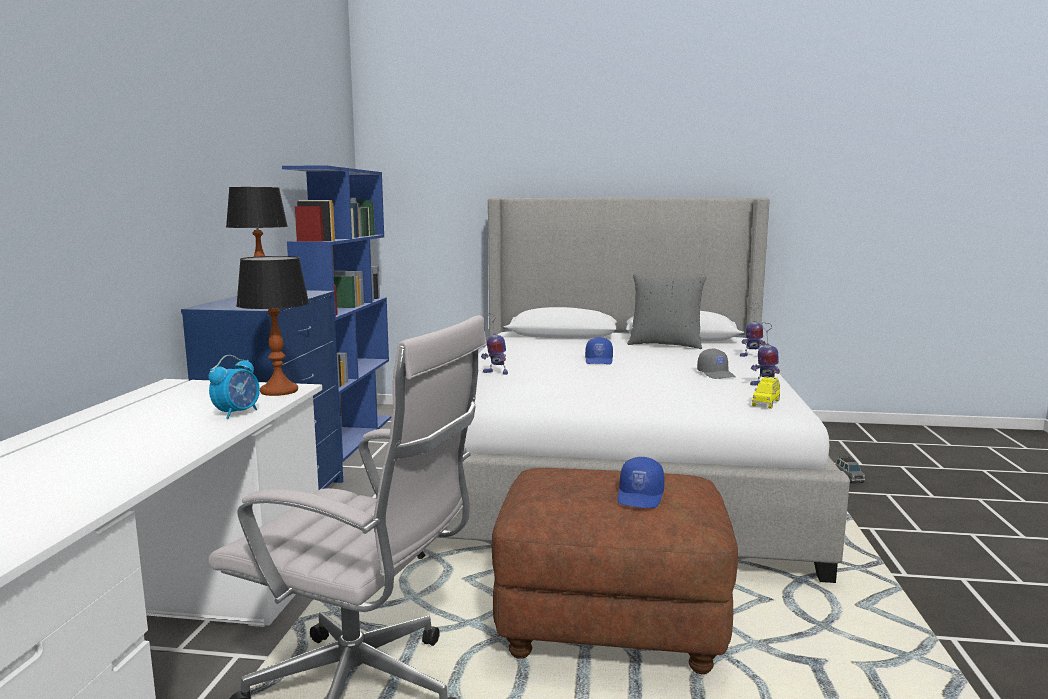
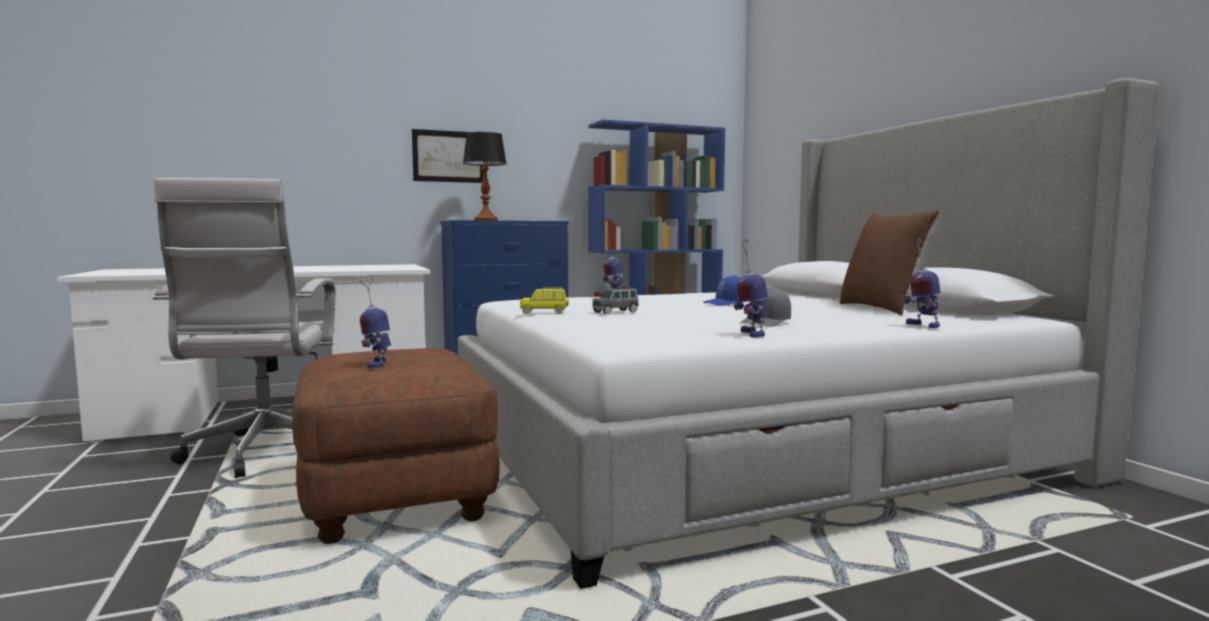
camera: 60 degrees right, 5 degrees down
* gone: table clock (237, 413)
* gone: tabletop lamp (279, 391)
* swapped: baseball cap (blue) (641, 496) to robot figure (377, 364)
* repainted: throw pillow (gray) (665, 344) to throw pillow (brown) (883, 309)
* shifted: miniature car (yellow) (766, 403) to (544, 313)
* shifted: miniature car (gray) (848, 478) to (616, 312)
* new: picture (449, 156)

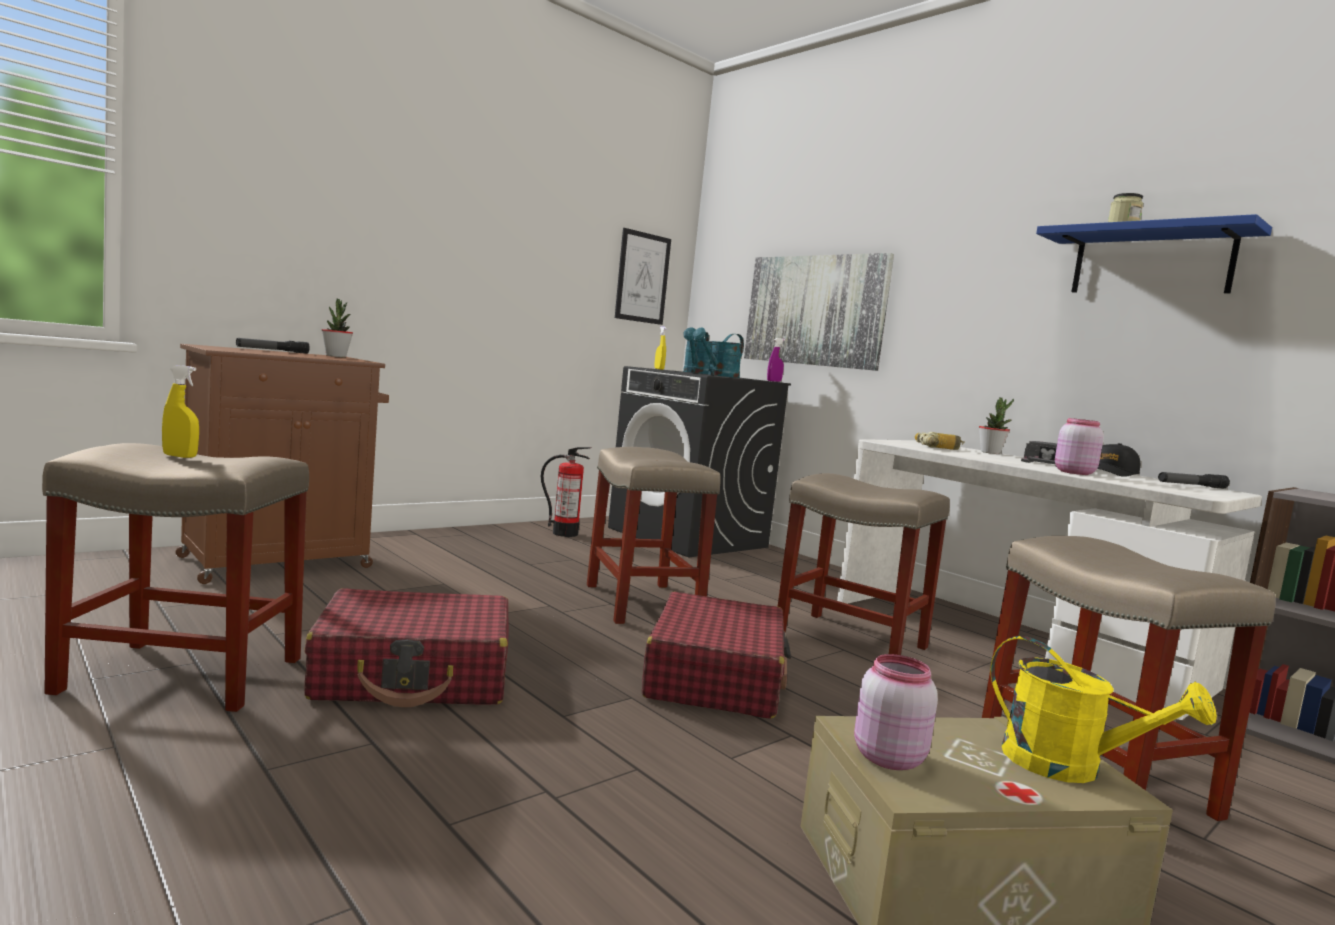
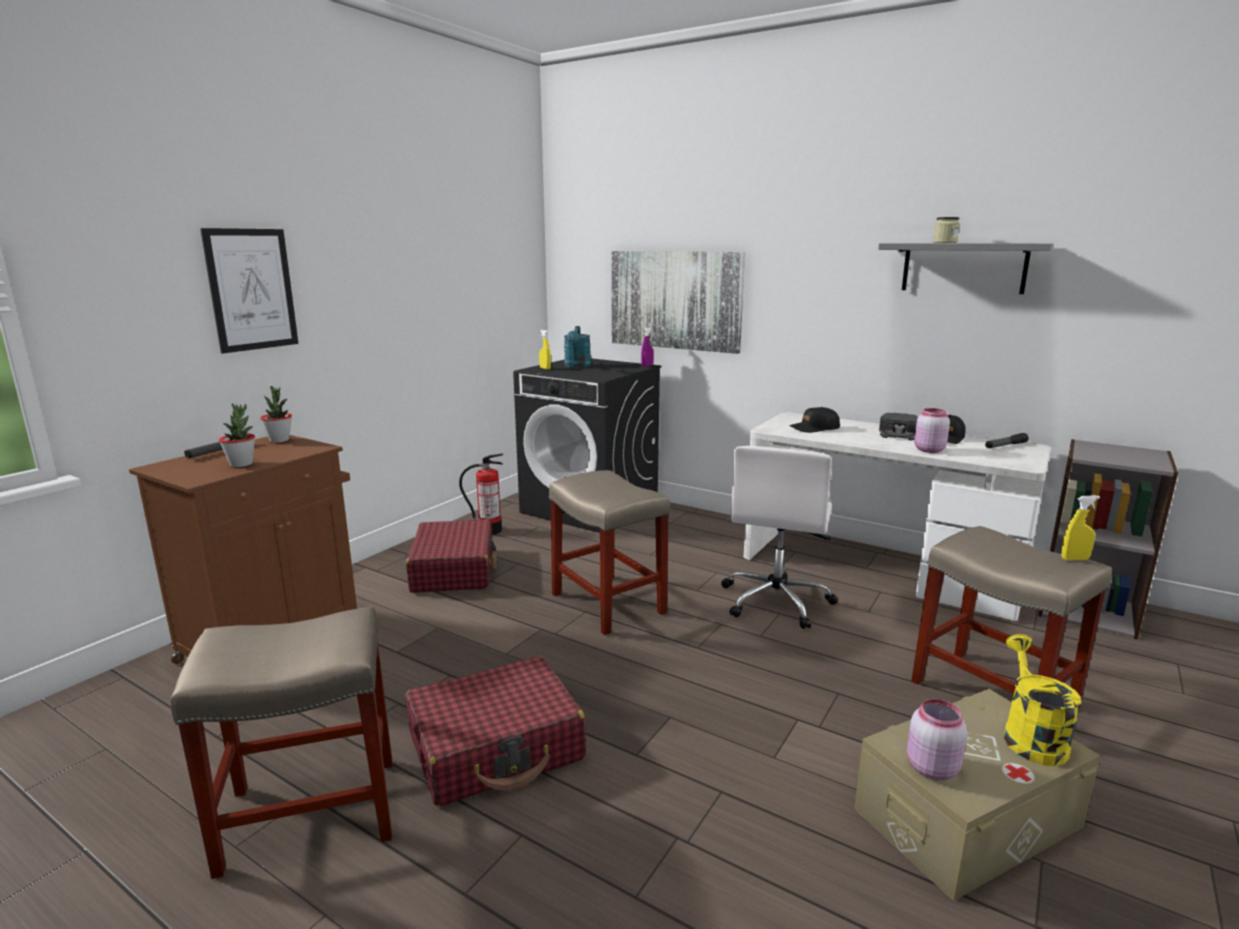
camera: 15 degrees left, 10 degrees up
* shifted: sprayer (yellow) (180, 456) to (1074, 559)
* shifted: picture (642, 277) to (252, 289)
* shifted: piece of luggage (reddish) (715, 677) to (454, 570)
* gone: sprinkling can (turquoise-coloured) (719, 375)
* swapped: sitting stool (beige) (848, 640) to office chair (white-coloured) (776, 601)
* swapped: electric drill (940, 448) to baseball cap (blackish) (814, 428)
* shifted: potted plant (990, 452) to (241, 464)
* rotated: sprinkling can (yellow) (1069, 767) = (1030, 736) 105 degrees counterclockwise
* repainted: wall shelf (blue) (1151, 262) to wall shelf (gray) (963, 267)

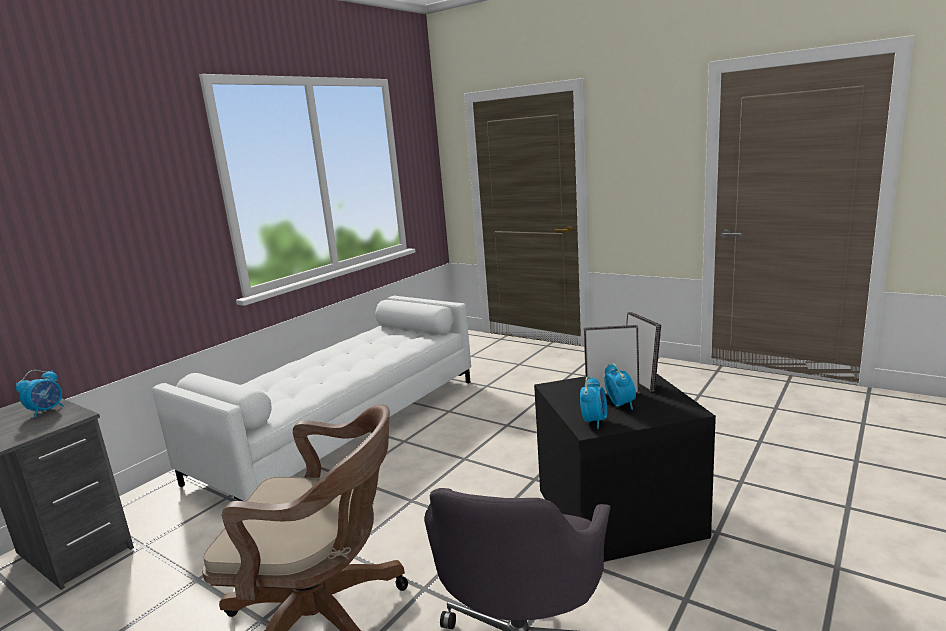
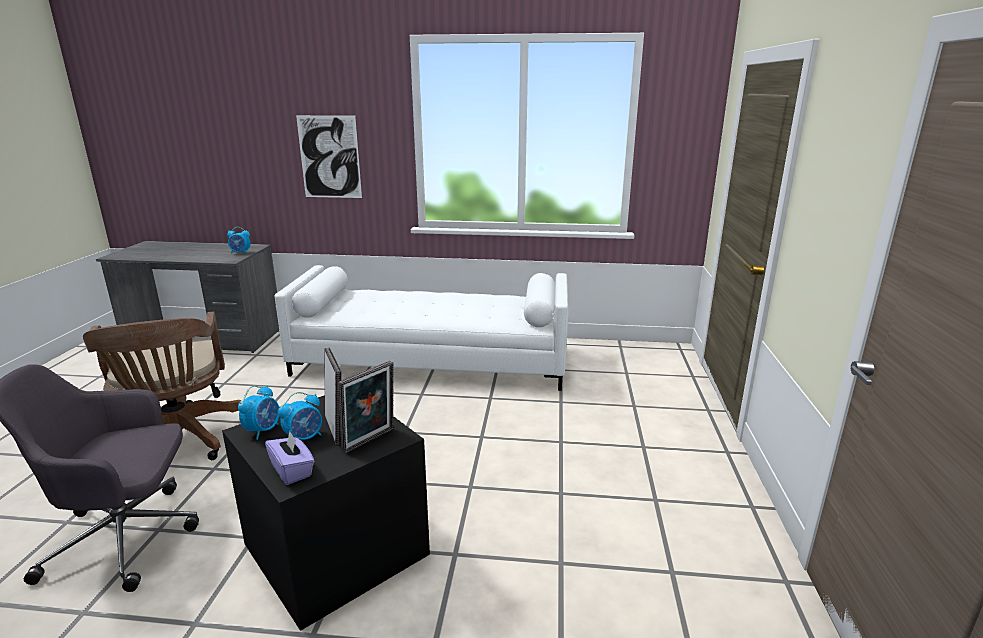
camera: 60 degrees right, 5 degrees up
* rotated: table clock (594, 421) = (263, 430) 60 degrees counterclockwise
* new: box of tissues (purple-coloured) (292, 471)
* new: picture (329, 157)

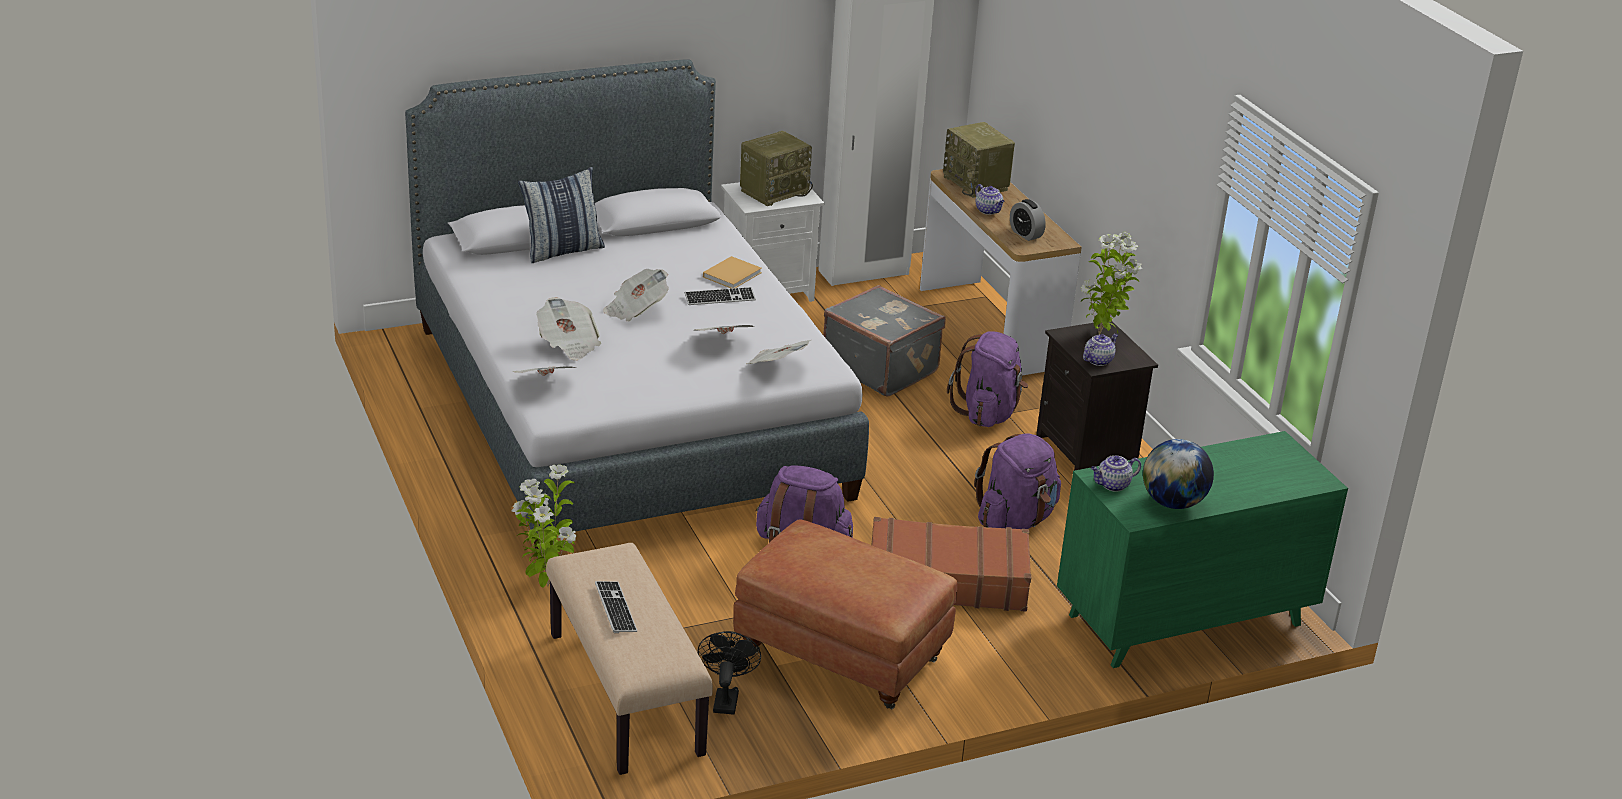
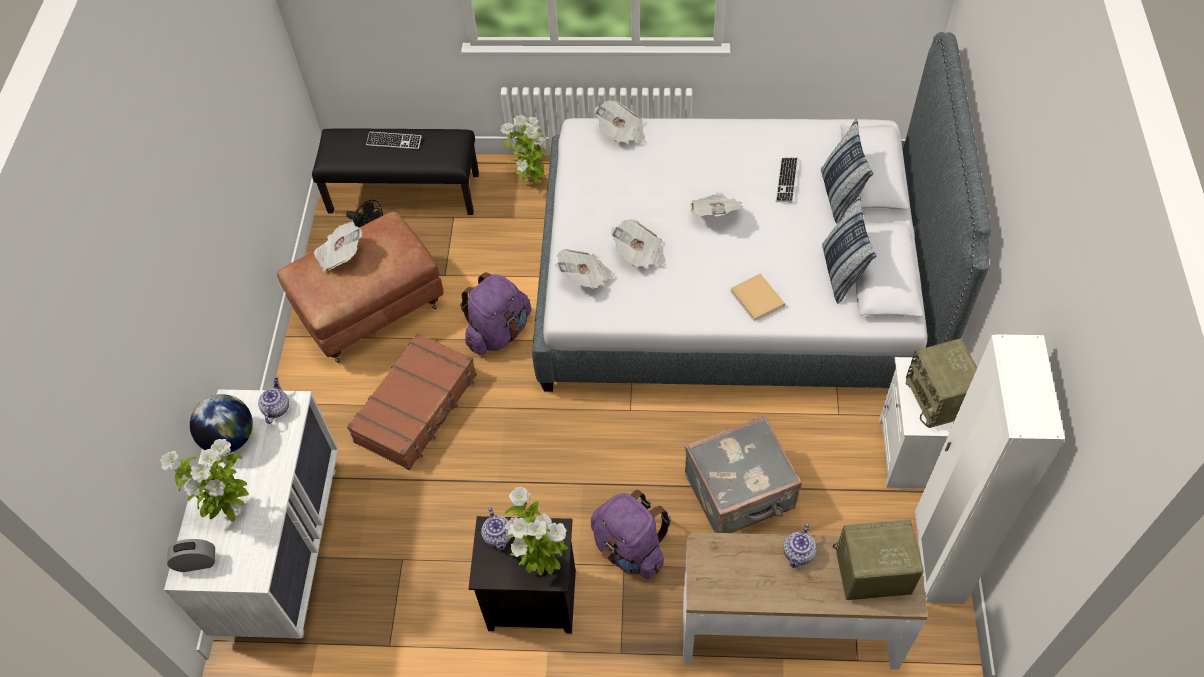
camera: 120 degrees right, 25 degrees up
* shifted: daily paper (568, 344) to (340, 255)
* repainted: bench (beige) (623, 693) to bench (blackish) (405, 193)
* shifted: PC keyboard (720, 298) to (786, 181)
* gone: knapsack (purple-coloured) (1015, 520)
* rotated: tea pot (989, 211) = (798, 554) 60 degrees counterclockwise
* shifted: table clock (1025, 234) to (197, 562)
* repainted: drawer chest (green-coloured) (1183, 621) to drawer chest (white-coloured) (283, 548)
* new: potted plant (231, 510)
* new: throw pillow (841, 272)

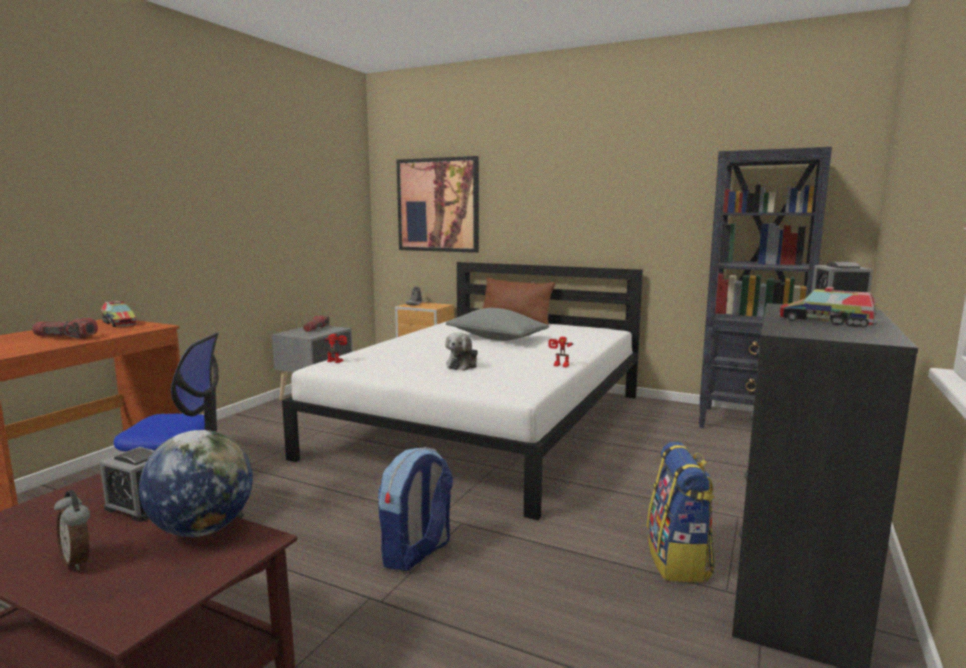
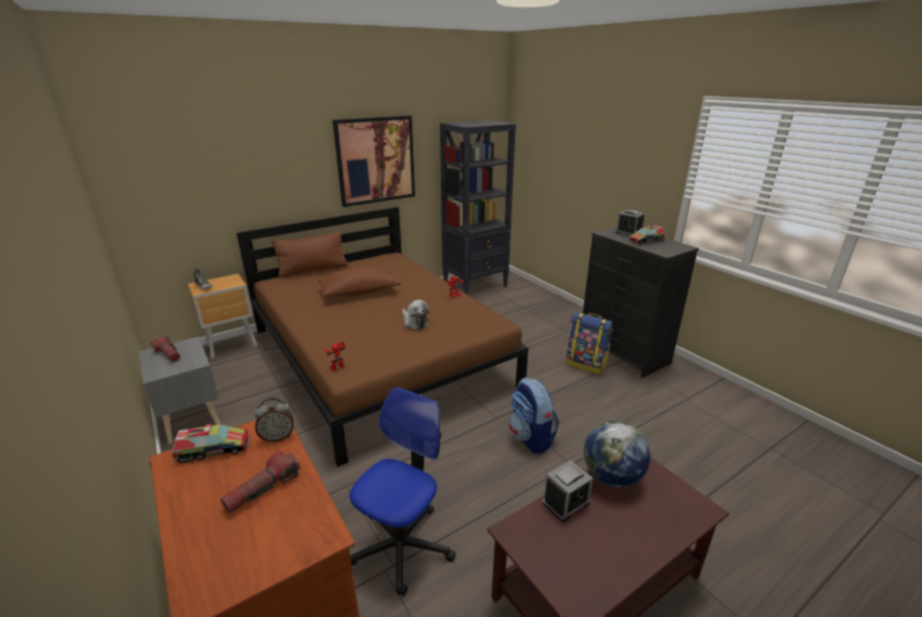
camera: 60 degrees left, 15 degrees up
* shifted: table clock (78, 561) to (277, 437)
* repainted: bedroom bed (white-coloured) (487, 424) to bedroom bed (brown) (379, 356)
* shifted: picture (438, 205) to (376, 160)
* repainted: throw pillow (gray) (496, 338) to throw pillow (brown) (359, 292)

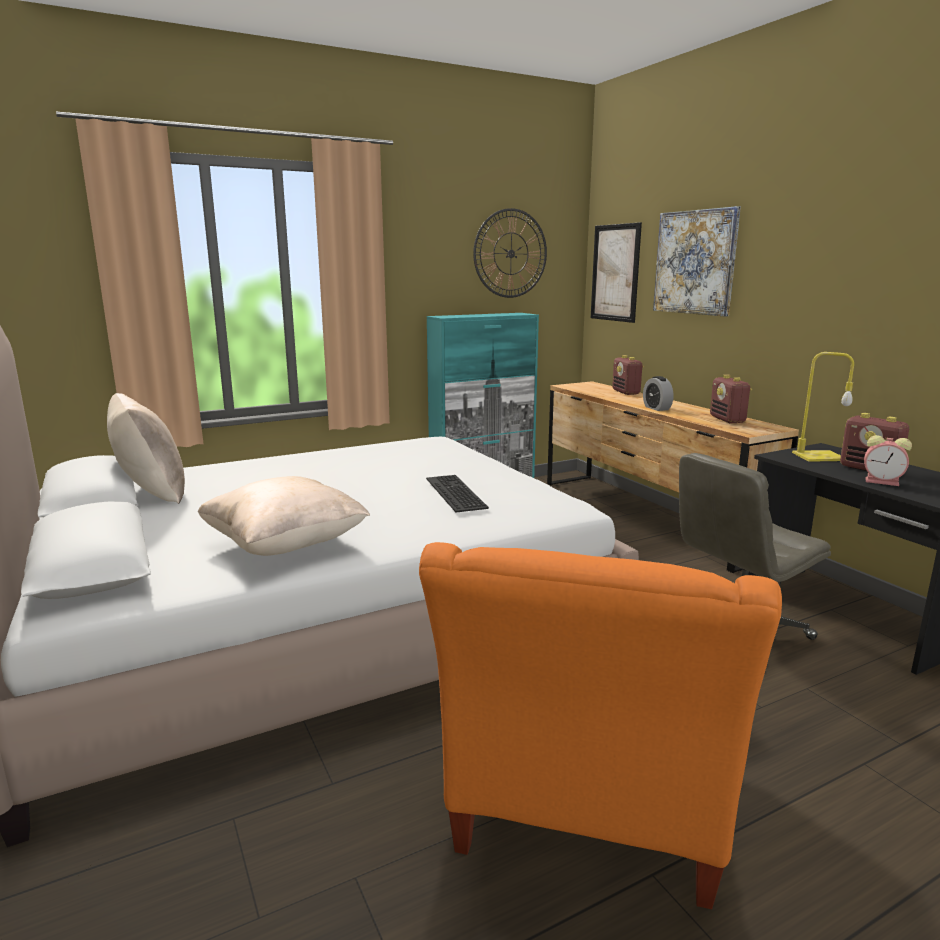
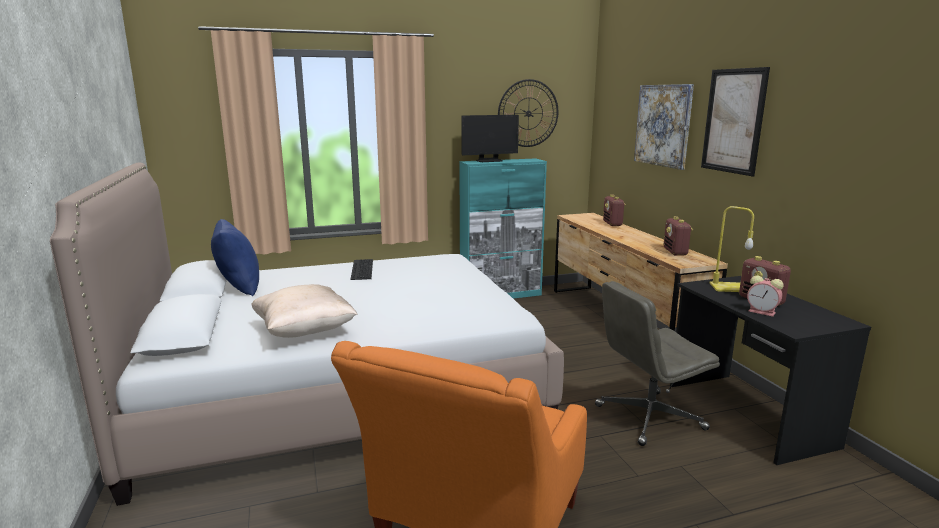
camera: 10 degrees right, 0 degrees up
* repainted: throw pillow (beige) (151, 492) to throw pillow (blue) (239, 287)
* shifted: PC keyboard (453, 492) to (361, 269)
* shifted: picture (615, 273) to (733, 121)
* gone: table clock (656, 408)
* new: monitor (489, 161)

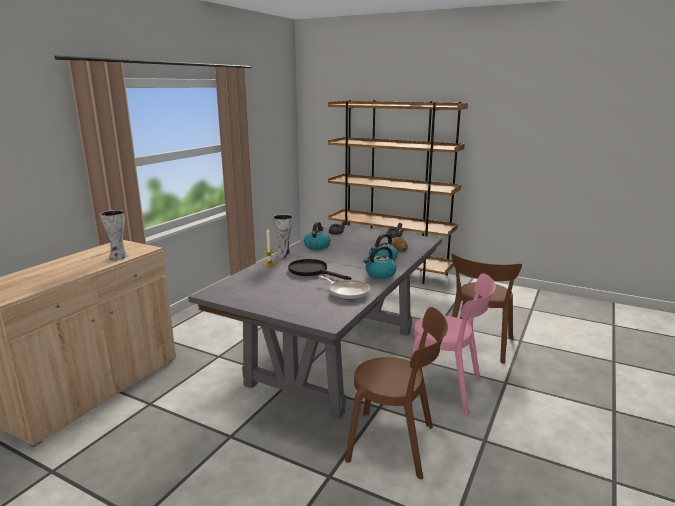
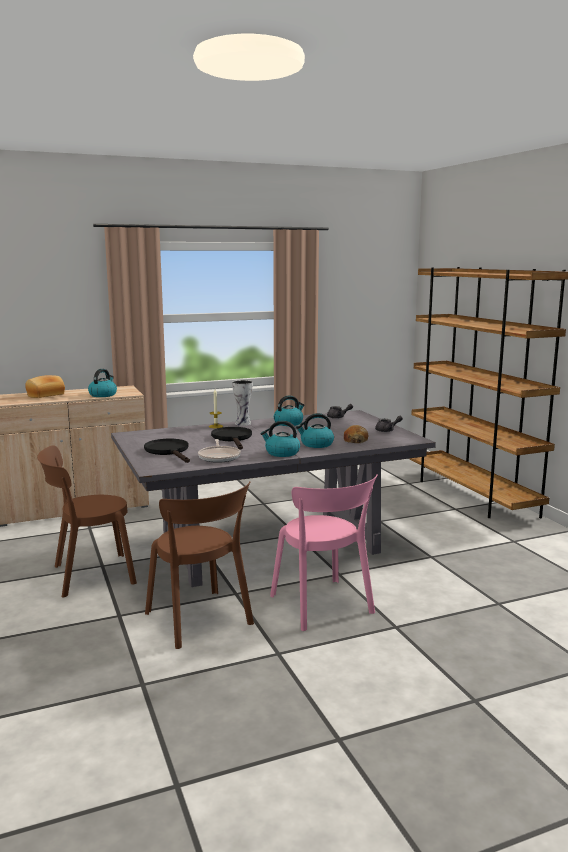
camera: 40 degrees right, 5 degrees down
* swapped: flower vase (118, 256) to water kettle (103, 395)
* shifted: plain chair (brown) (478, 345) to (89, 575)
* new: bread (46, 395)
* new: frying pan (blackish) (169, 451)

